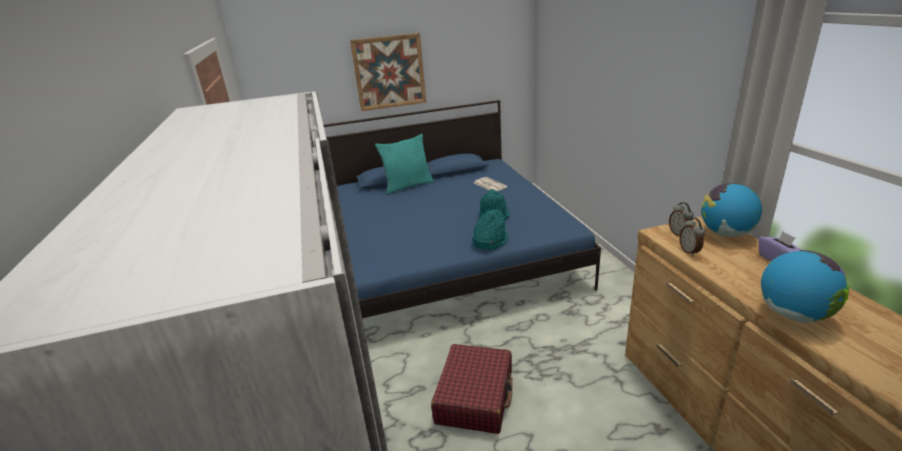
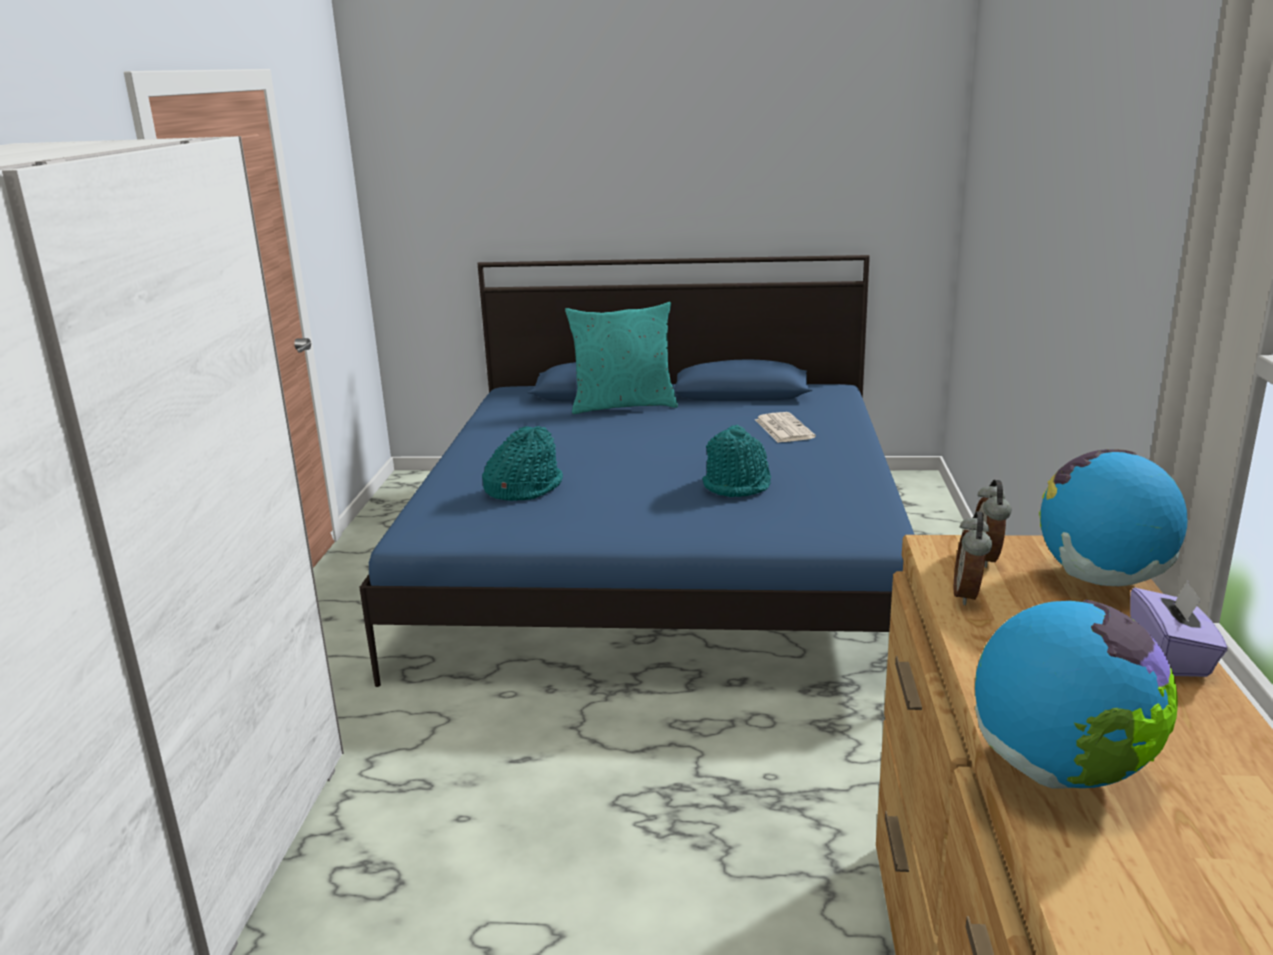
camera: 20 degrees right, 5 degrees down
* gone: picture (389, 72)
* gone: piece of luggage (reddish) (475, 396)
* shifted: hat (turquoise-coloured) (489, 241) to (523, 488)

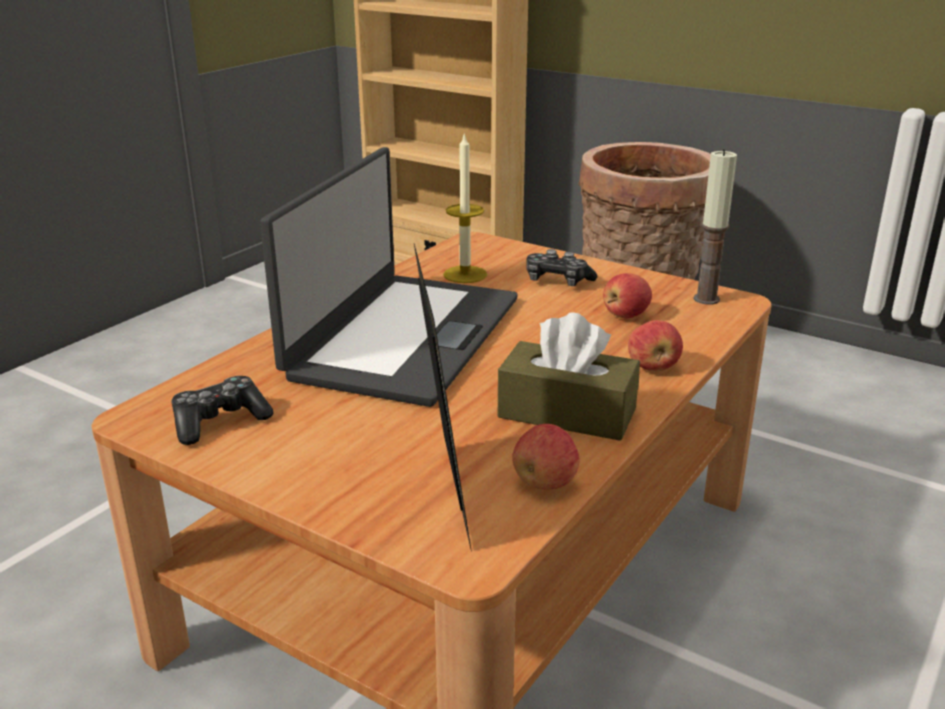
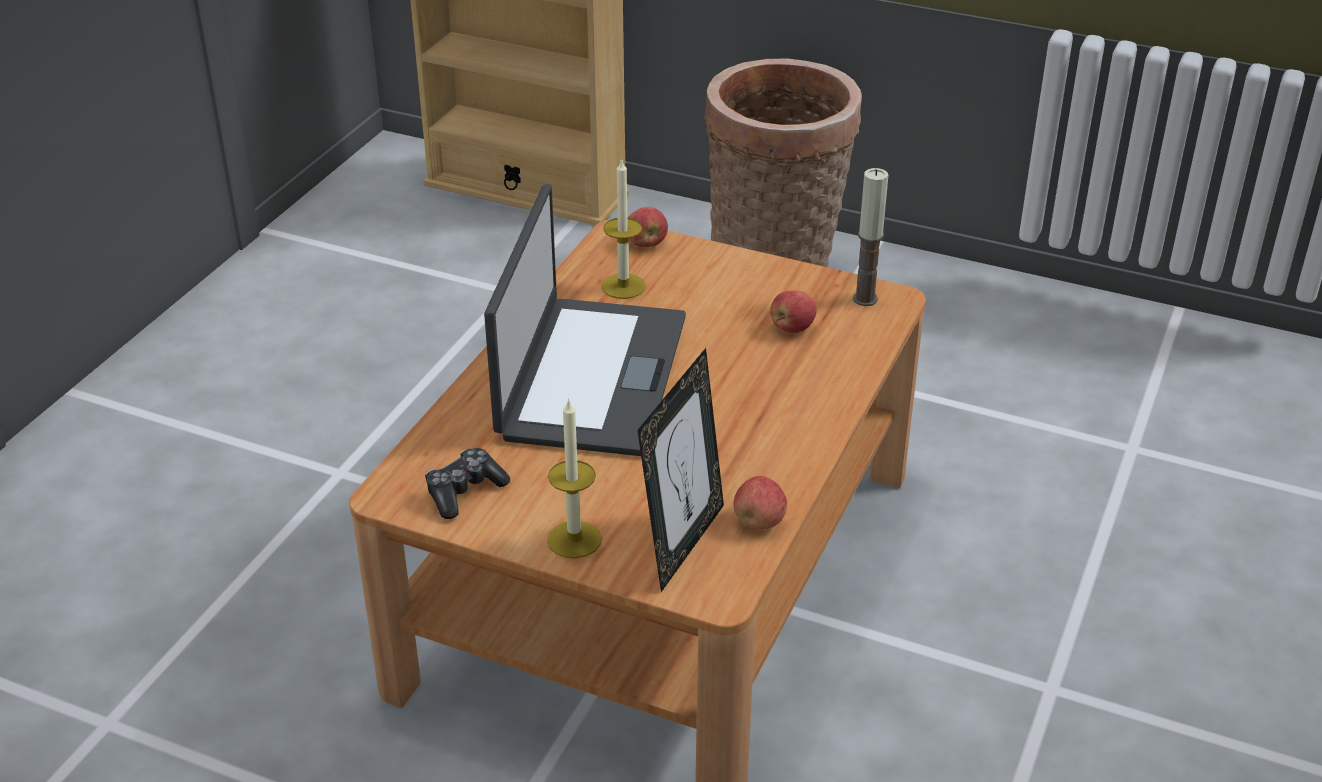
camera: 10 degrees left, 10 degrees up
* rotated: picture frame (443, 496) = (682, 543) 45 degrees clockwise
* gone: box of tissues (brown) (567, 413)
* gone: joypad (557, 281)
* shifted: whole apple (653, 367) to (646, 243)
* new: candle (574, 539)

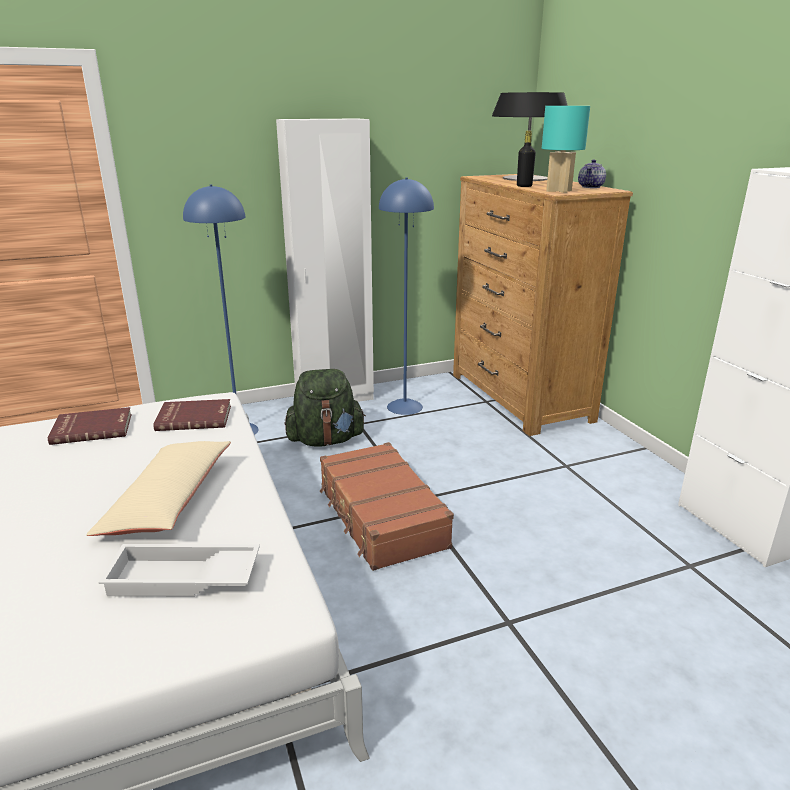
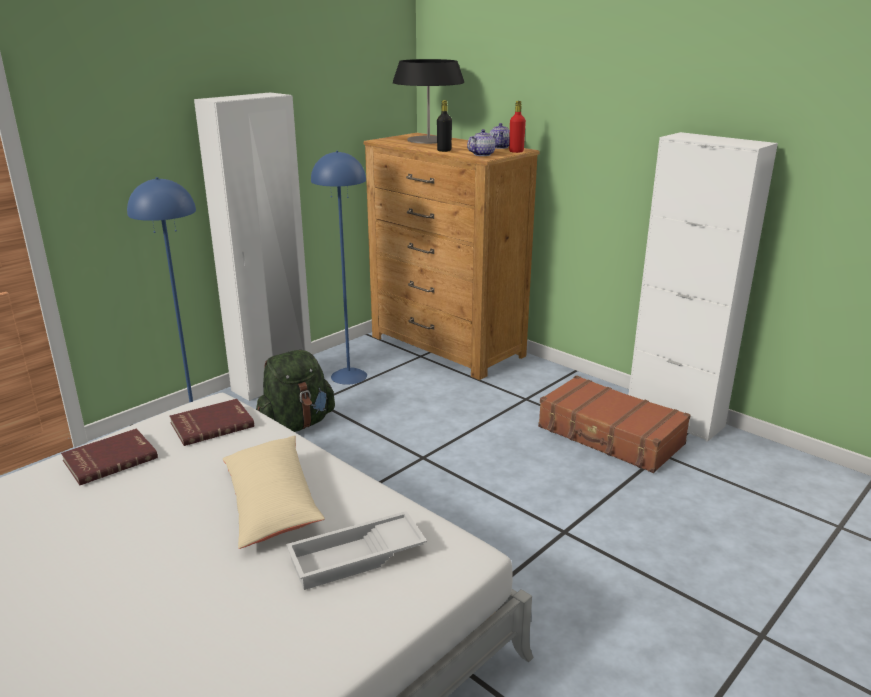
camera: 25 degrees left, 0 degrees up
* shifted: piece of luggage (brown) (381, 517) to (610, 436)
* swapped: tabletop lamp (turquoise-coloured) (558, 191) to tea pot (482, 154)
* new: bottle (reddish) (516, 151)

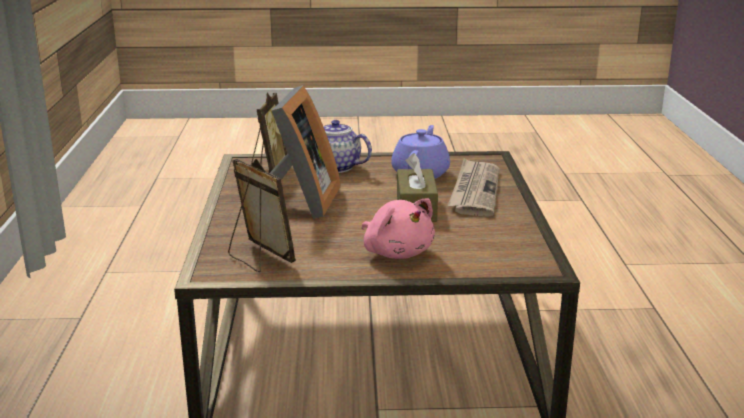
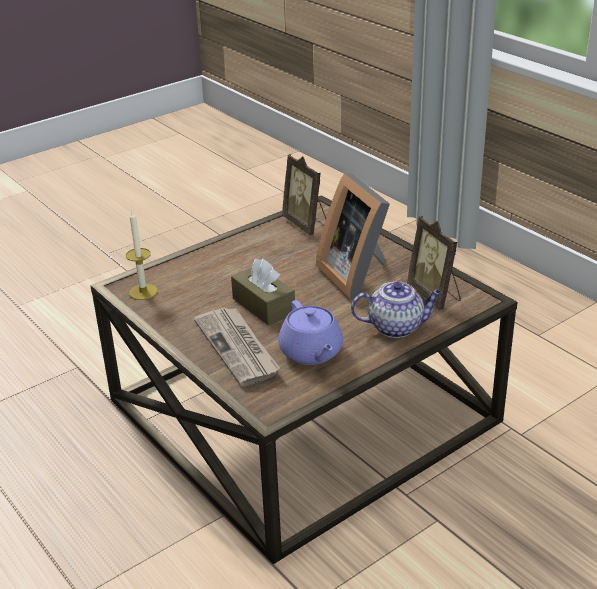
camera: 145 degrees right, 10 degrees up
* rotated: picture frame (259, 258) = (306, 224) 45 degrees clockwise
* gone: soft toy (pink) (396, 252)
* new: candle (143, 292)

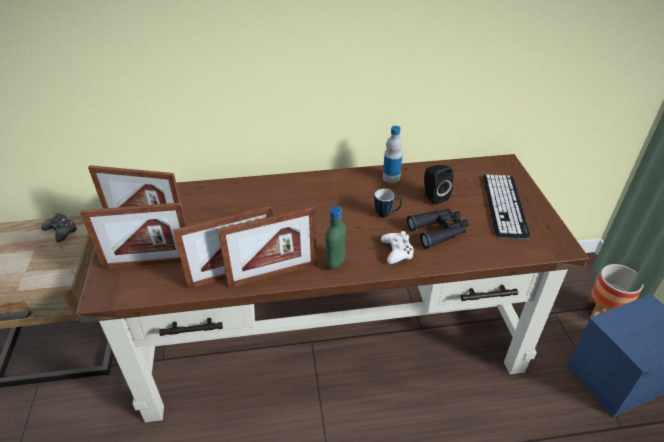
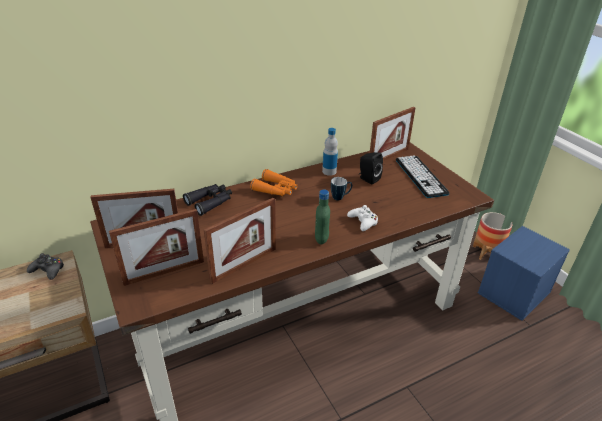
camera: 20 degrees left, 5 degrees down
* shifted: picture frame (273, 274) to (388, 157)
* shifted: pair of binoculars (blackish) (439, 231) to (210, 202)
* new: pair of binoculars (orangey) (276, 189)

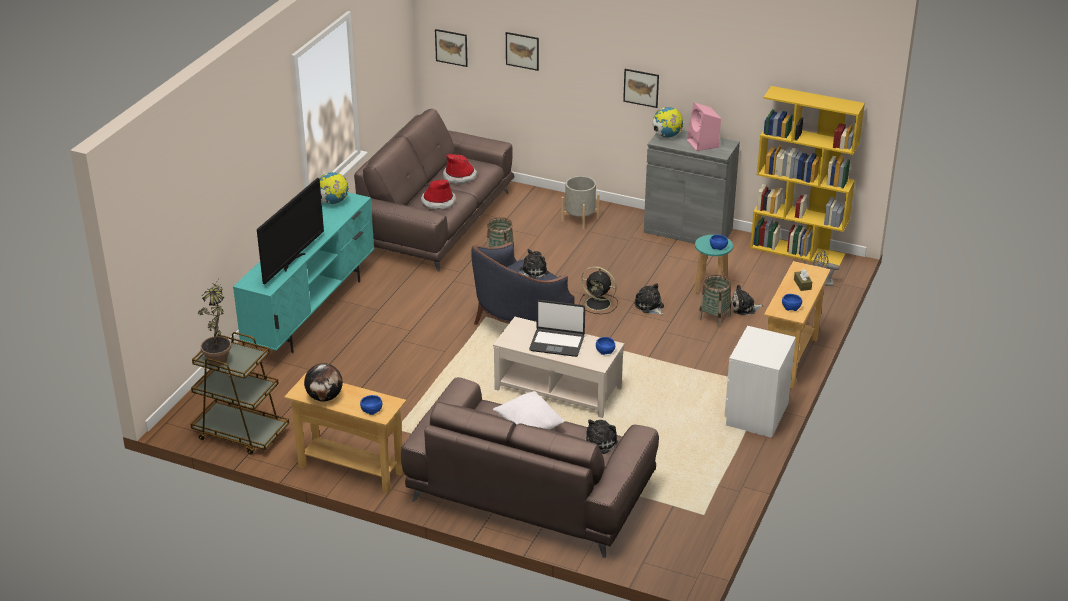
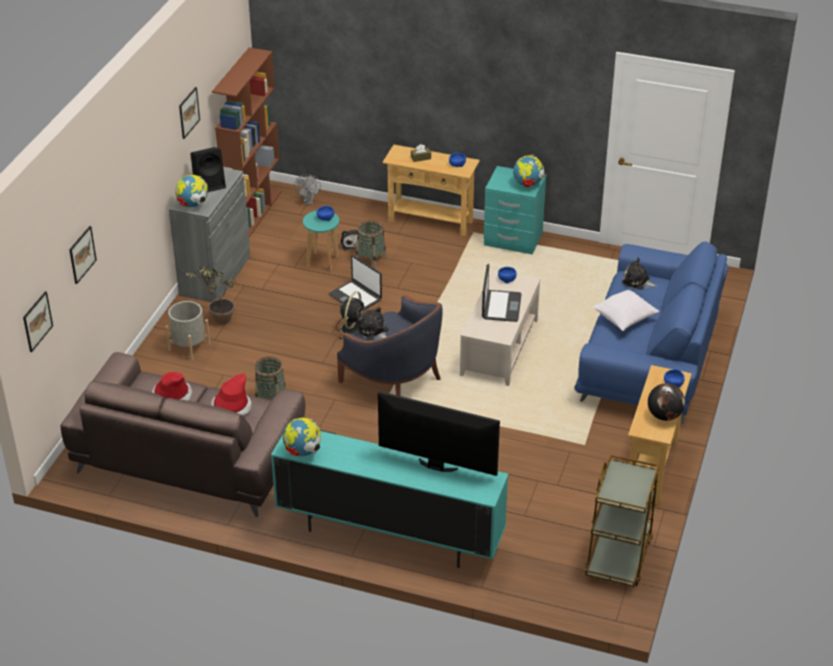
camera: 95 degrees left, 5 degrees up
* shifted: potted plant (219, 356) to (216, 319)
* repainted: settee (brown) (530, 492) to settee (blue) (649, 356)
* shifted: picture (641, 88) to (189, 112)
* swapped: soft toy (650, 306) to laptop (356, 297)
* repainted: audio speaker (pink) (703, 144) to audio speaker (blackish) (210, 184)
* repainted: bedside table (white-coloured) (755, 414) to bedside table (turquoise-coloured) (513, 240)
* repainted: bookshelf (yellow) (798, 251) to bookshelf (brown) (253, 212)
* new: globe (527, 184)

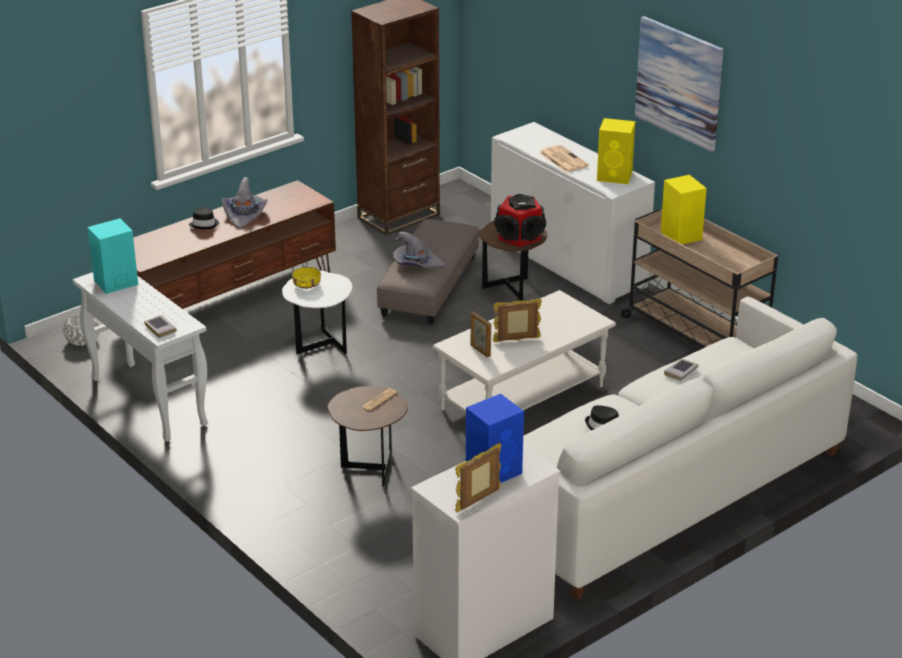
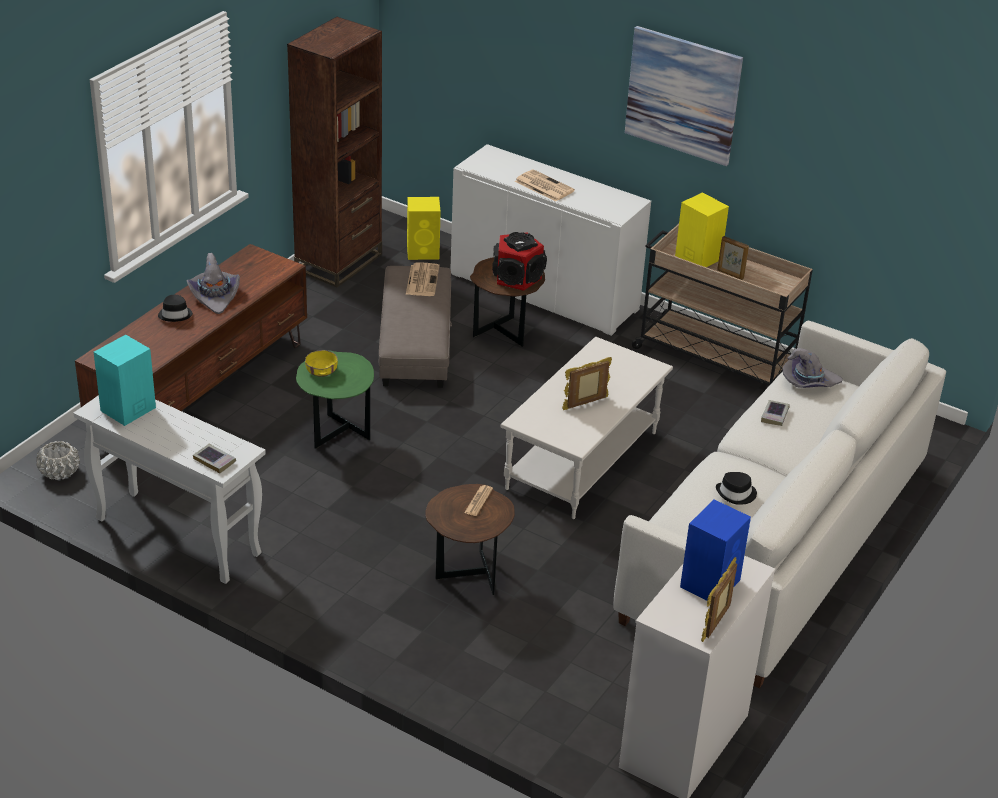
camera: 20 degrees left, 5 degrees up
* repainted: side table (white-coloured) (320, 347) to side table (green-coloured) (336, 436)
* shifted: hat (gray) (416, 263) to (808, 382)
* shifted: picture frame (480, 351) to (730, 274)
* shifted: audio speaker (yellow) (615, 176) to (424, 252)
* new: daily paper (422, 280)

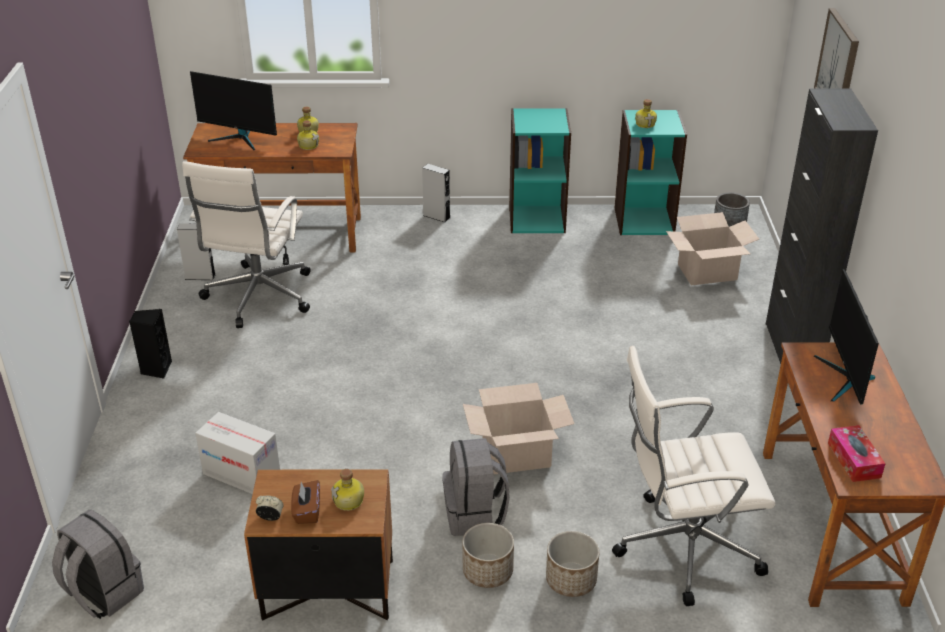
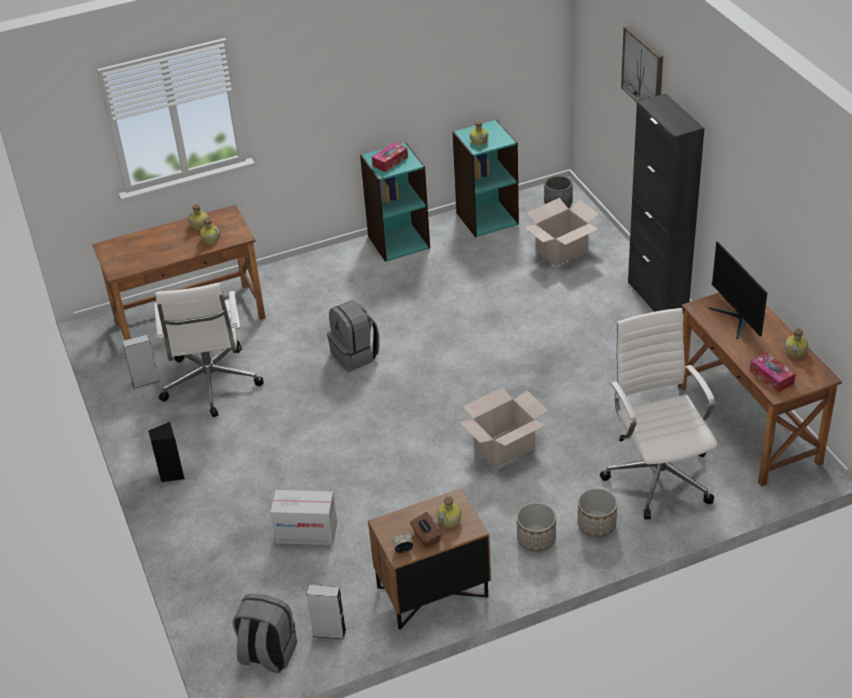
camera: 20 degrees left, 5 degrees up
* gone: monitor (239, 138)
* shifted: audio speaker (gray) (436, 216) to (329, 633)
* shifted: knapsack (gray) (475, 514) to (355, 355)
* rotated: office chair (white-coloured) (683, 547) = (659, 474) 105 degrees clockwise
* new: box of tissues (390, 161)
* new: bottle (796, 351)

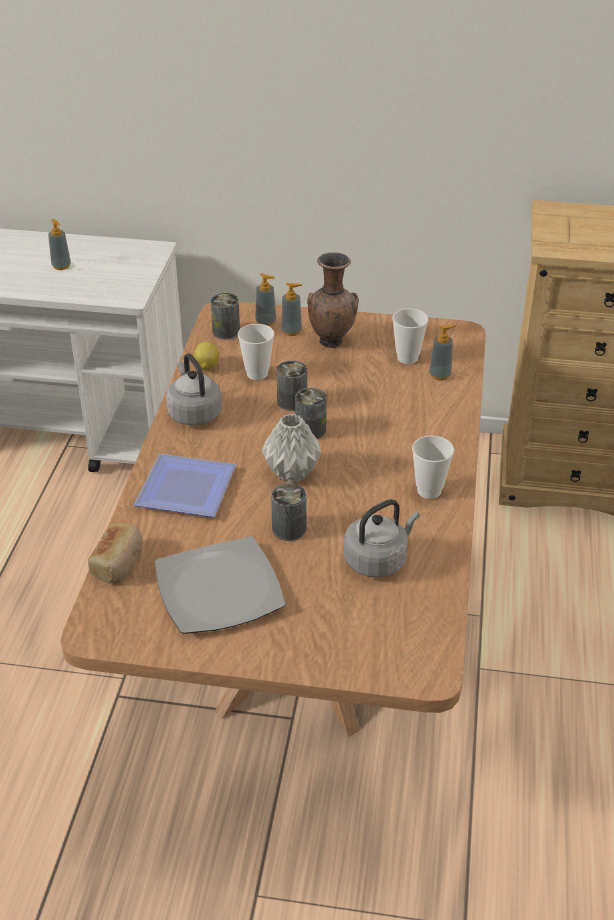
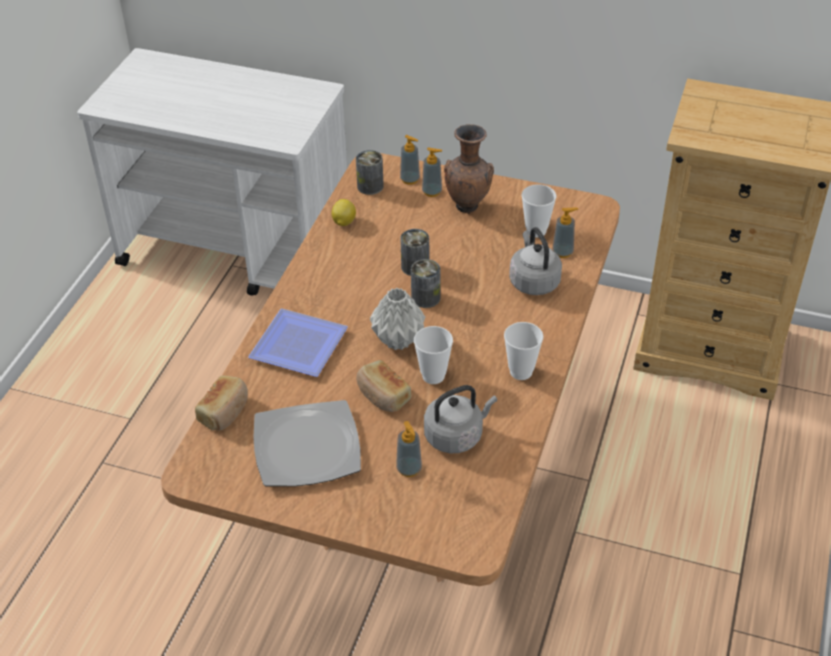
camera: 10 degrees right, 5 degrees up
* shifted: soap bottle (61, 266) to (409, 469)
* shifted: water kettle (gray) (193, 413) to (533, 281)
* shifted: drinking cup (257, 374) to (433, 376)
* swapped: sealed can (289, 529) to bread (382, 395)

